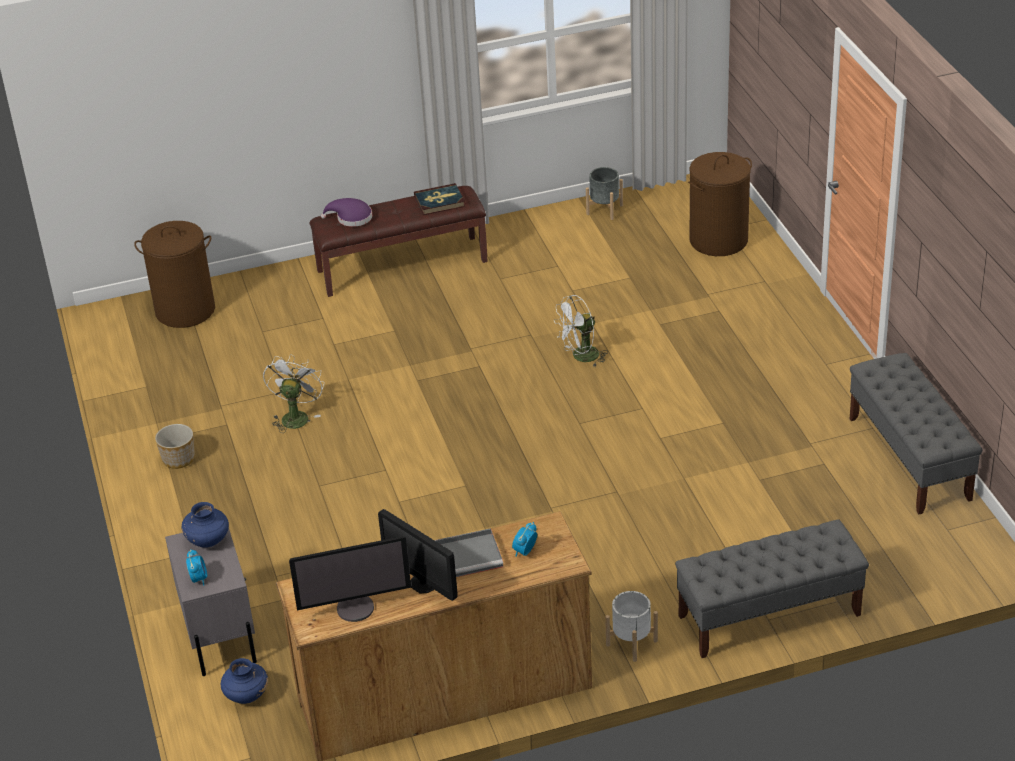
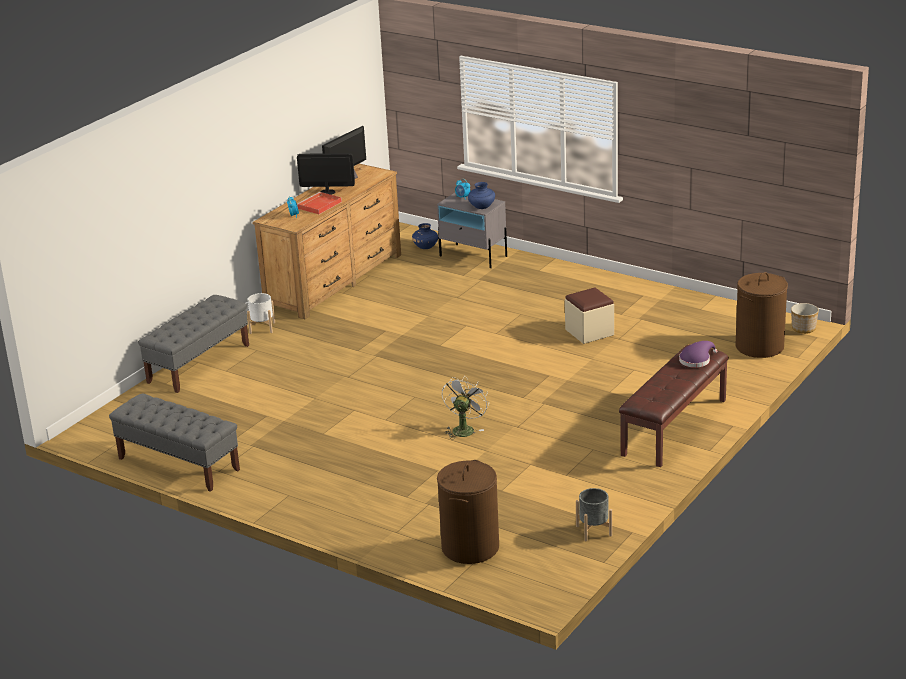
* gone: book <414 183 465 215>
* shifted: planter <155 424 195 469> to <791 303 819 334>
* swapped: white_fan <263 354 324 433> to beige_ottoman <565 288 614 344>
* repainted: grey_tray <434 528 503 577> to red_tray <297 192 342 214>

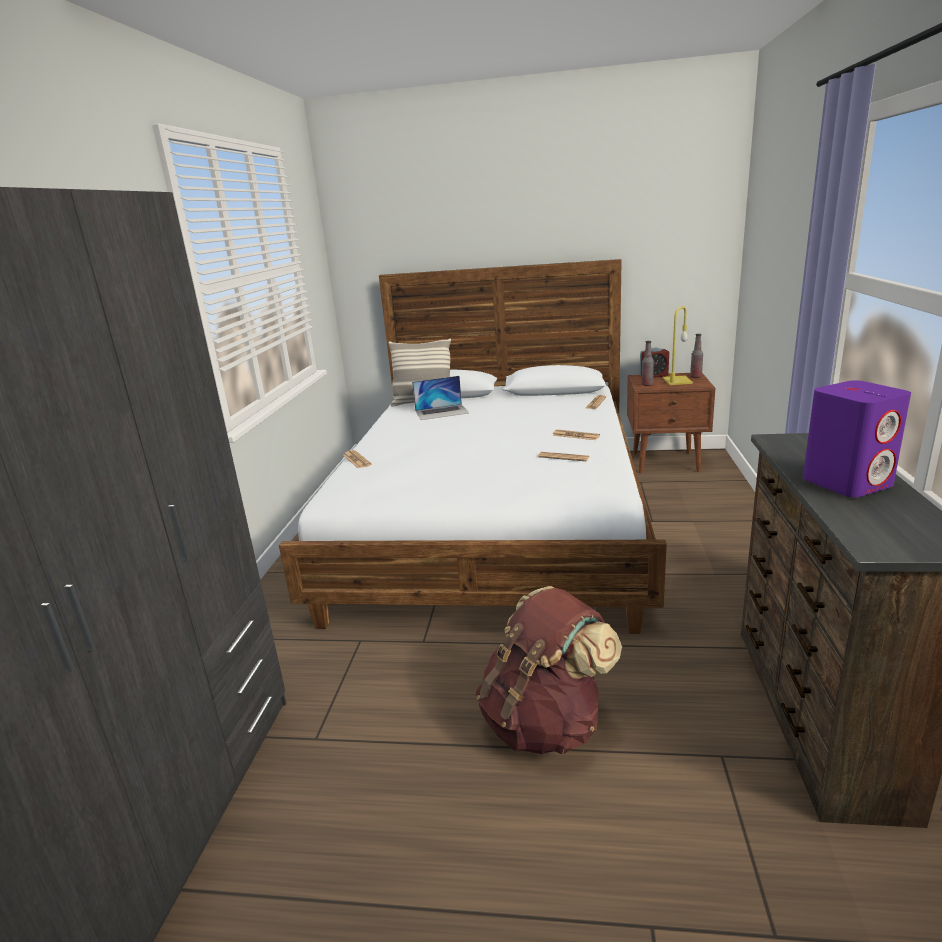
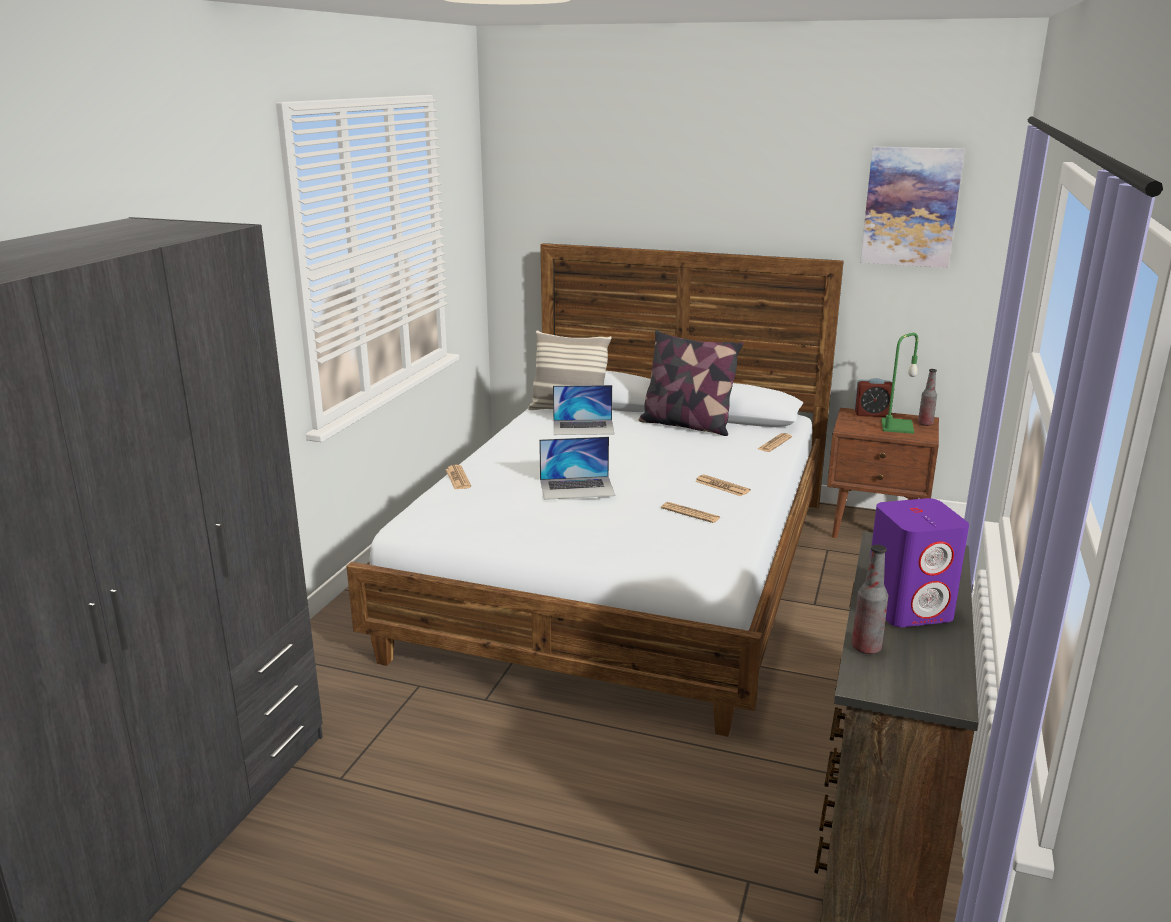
* gone: brown_backpack <475 586 622 754>
* new: laptop <539 437 615 500>
* new: pillow <639 330 743 436>
* new: picture <860 147 965 268>
* shifted: bottle <641 341 654 386> to <852 545 888 654>
* repainted: yellow_table_lamp <663 306 693 385> to green_table_lamp <881 333 918 434>

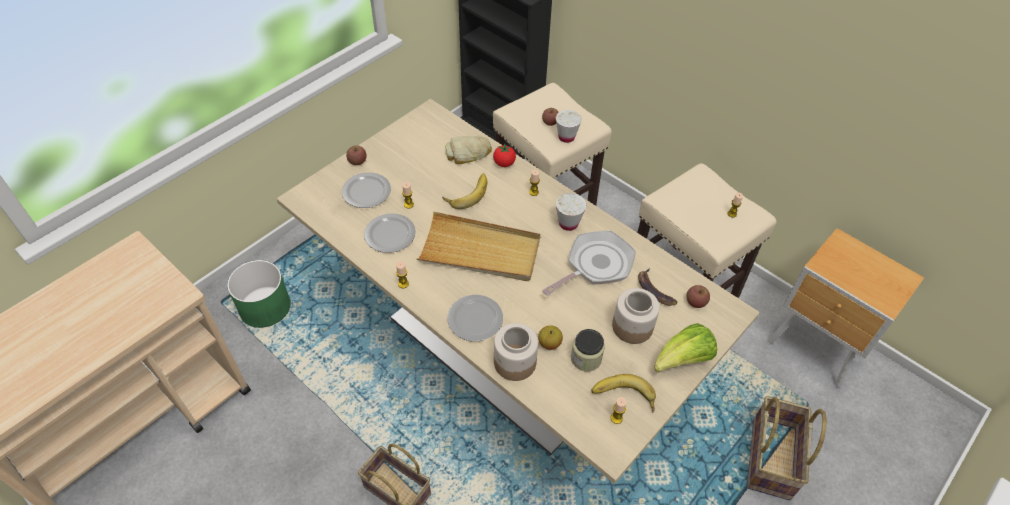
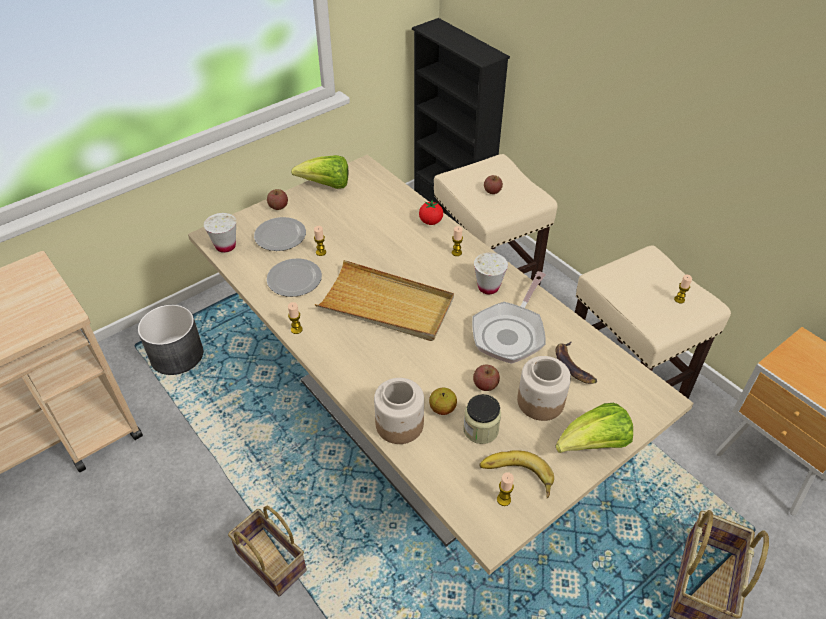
* gone: banana <442 173 487 209>
* gone: bread <445 136 492 164>
* gone: plate <447 295 503 341>
* new: lettuce <291 155 348 189>
* shifted: white_cup <556 110 582 143> to <204 213 236 253>
* shifted: apple <686 285 710 308> to <473 365 500 391>
* repainted: green_planter <227 260 291 328> to grey_planter <138 305 203 375>
* rotated: frying_pan <542 231 636 296> = <472 271 546 364> 150 degrees clockwise

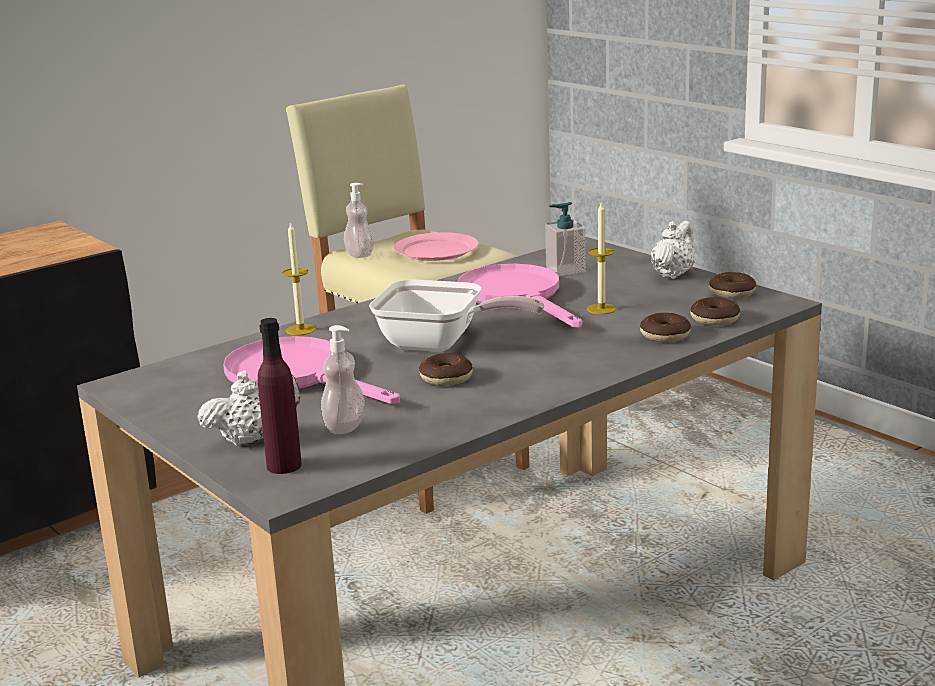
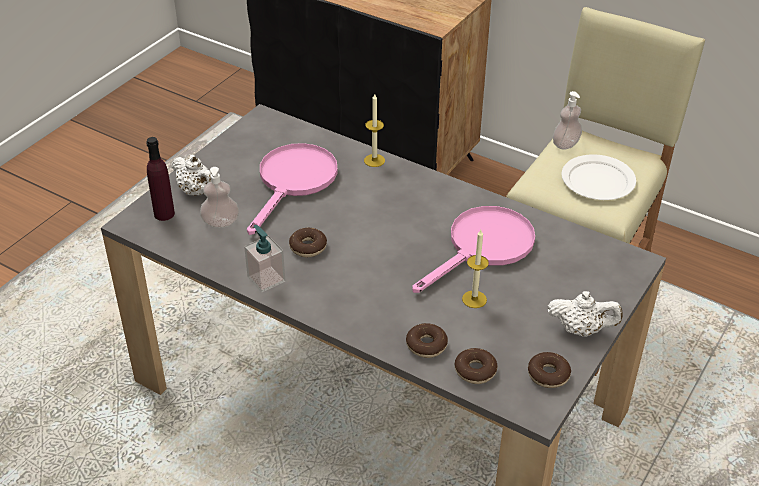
* gone: frying_pan <369 279 545 352>
* shifted: soap_dispenser <545 202 586 276> to <244 225 285 292>
* repainted: pink_plate <394 232 479 261> to white_plate <561 154 636 200>

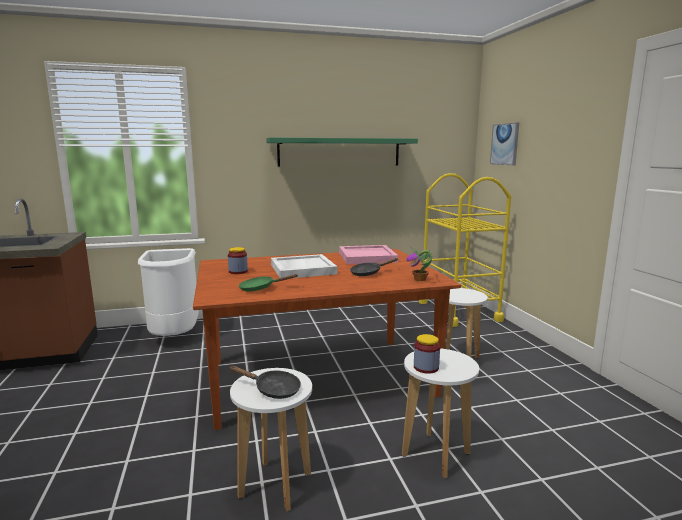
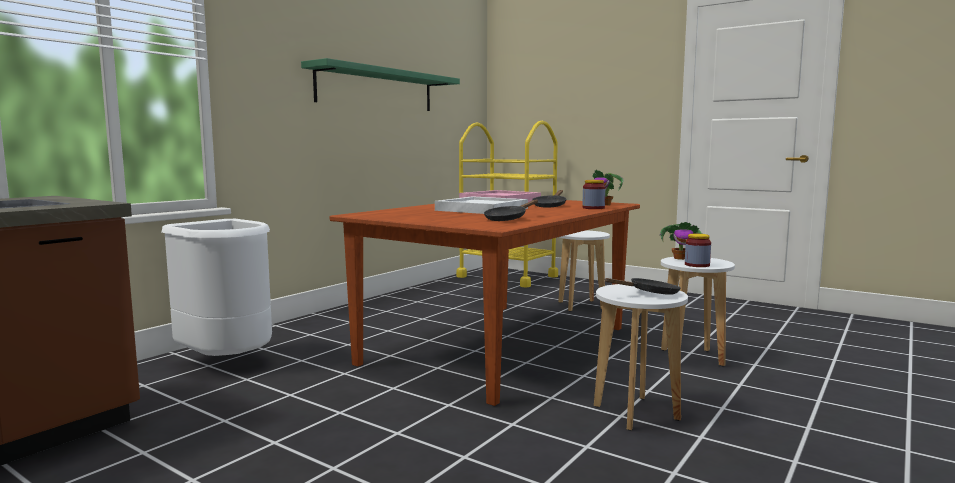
* gone: picture <490 122 519 165>
* new: potted_plant <660 222 702 260>
* shifted: jar <228 247 248 274> to <583 180 605 209>
* repainted: green_frying_pan <239 274 299 292> to black_frying_pan <484 200 538 221>

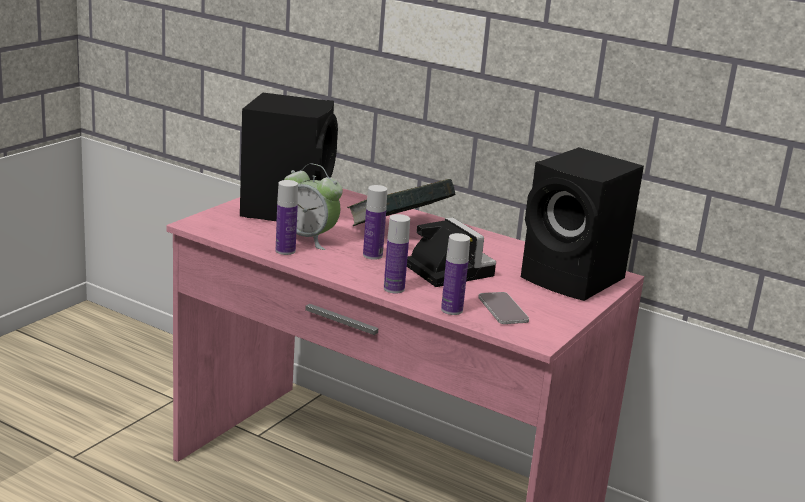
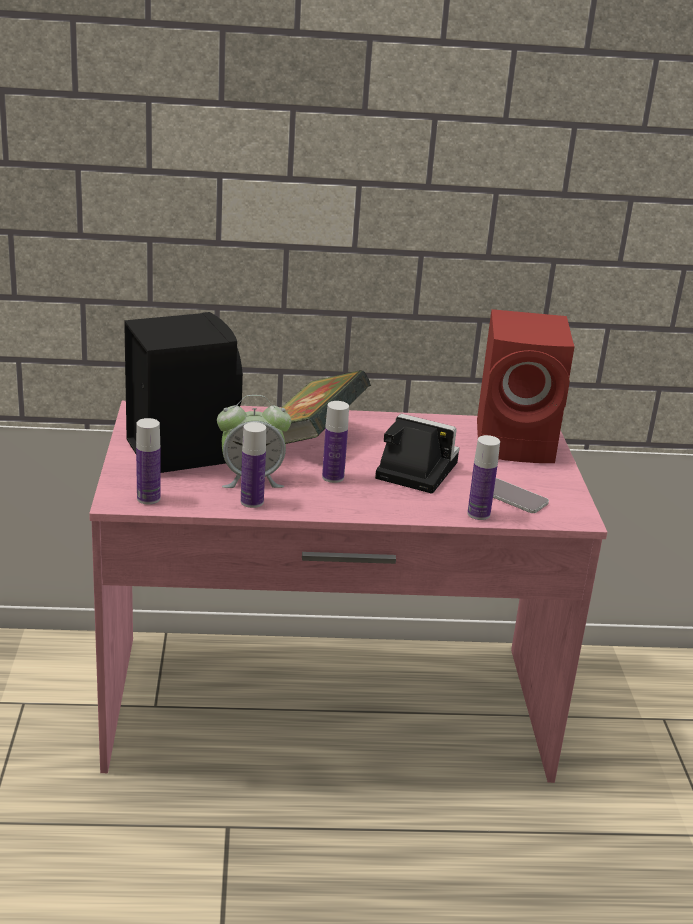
* shifted: bottle <384 214 410 294> to <136 418 161 504>
* repainted: black_speaker <521 147 644 301> to red_speaker <477 309 575 463>

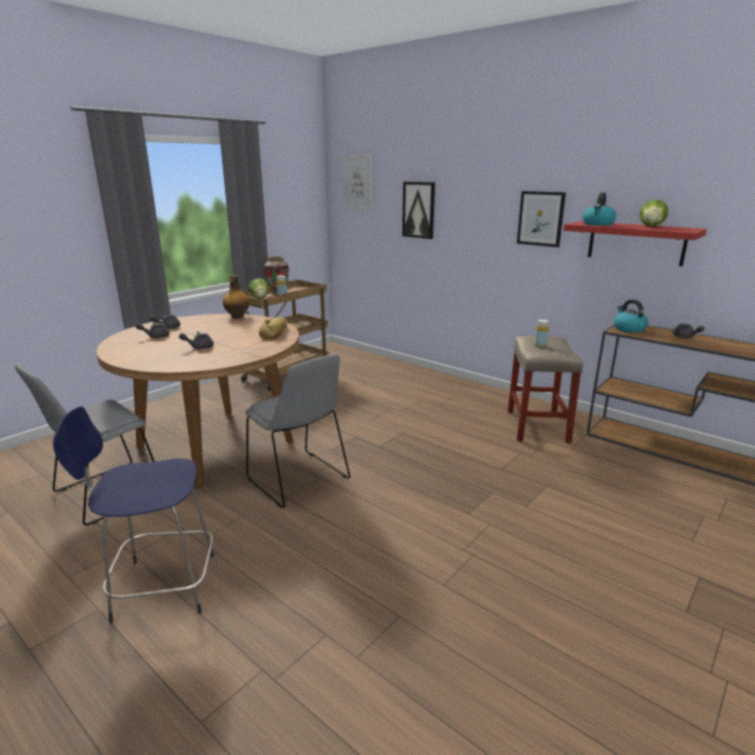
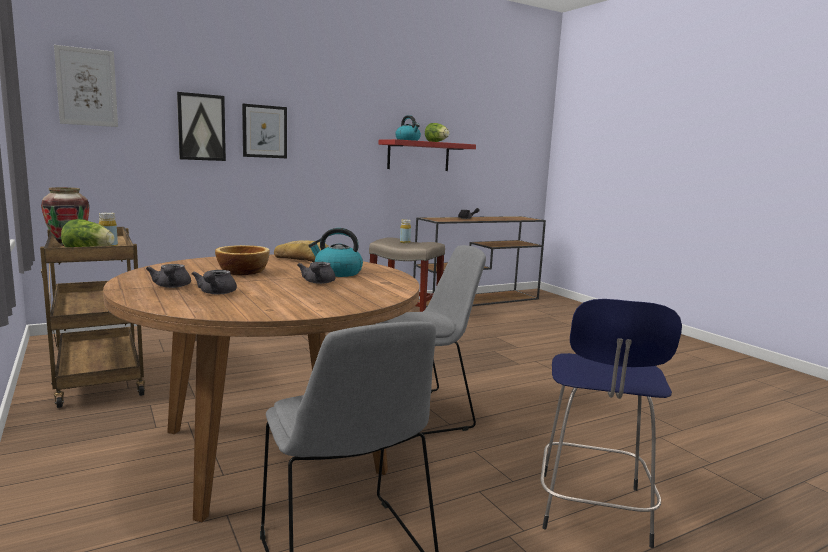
* gone: bottle <223 275 250 318>
* new: bowl <215 245 270 276>
* shifted: picture <517 191 566 247> to <242 104 287 158>
* shifted: kettle <614 299 648 333> to <308 228 363 277>

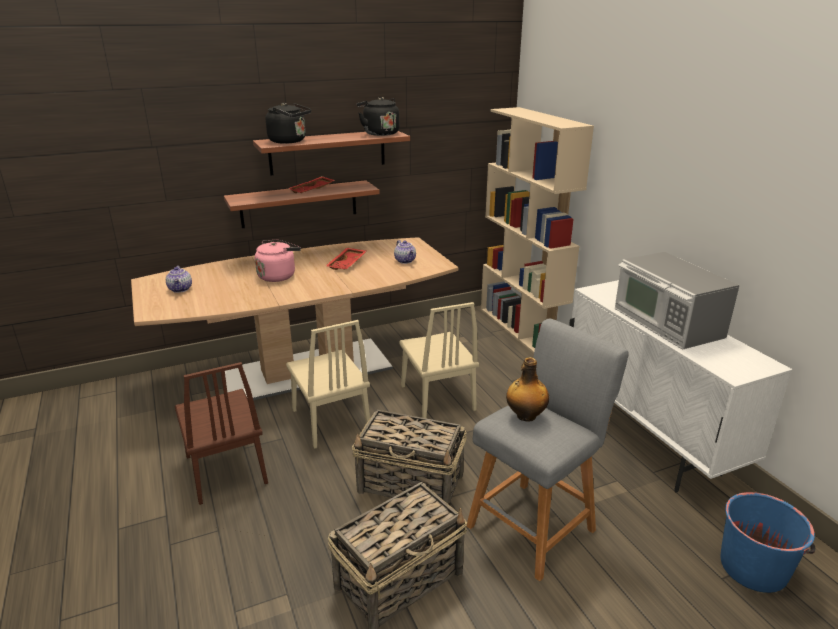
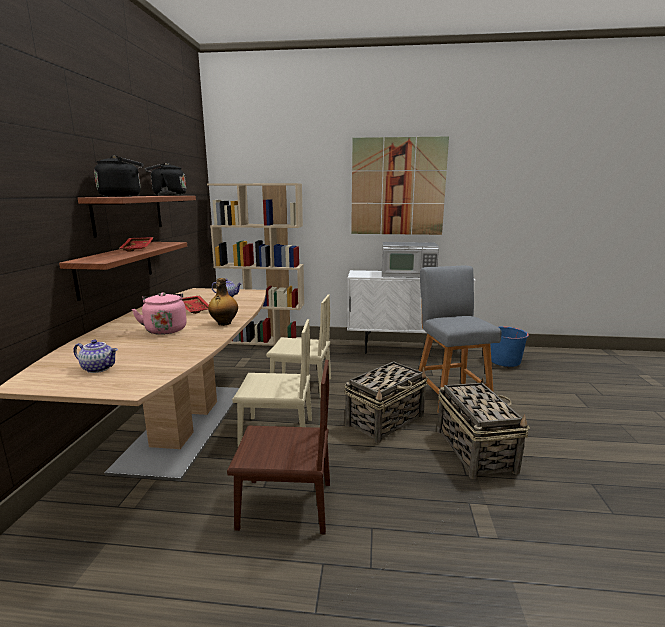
* new: picture <351 136 449 235>
* shifted: bottle <506 357 549 422> to <208 278 238 326>

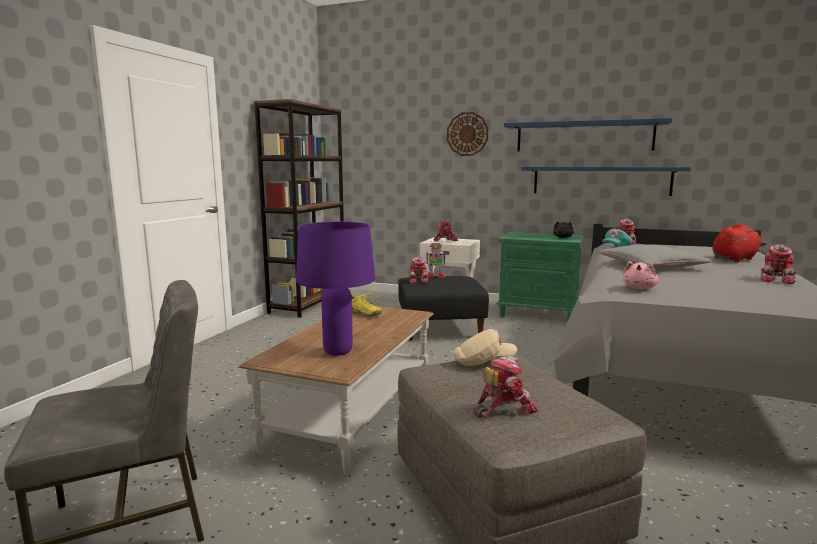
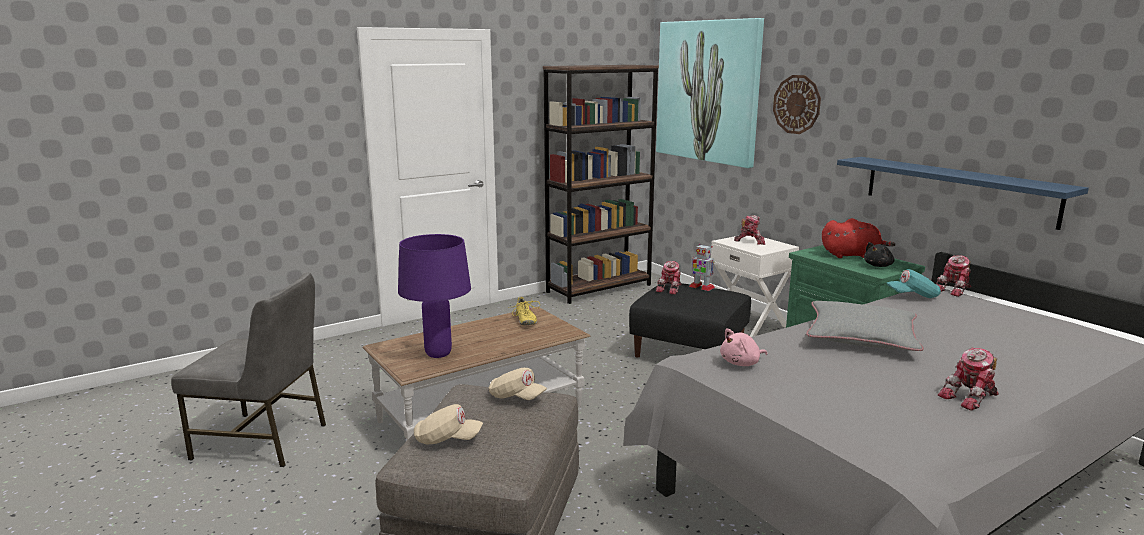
* gone: blue_shelf <504 118 672 152>
* new: picture <656 18 764 168>
* shifted: red_plush_toy <712 223 766 262> to <822 218 896 258>
* swapped: toy_robot <473 355 539 418> to beige_cap <414 404 483 444>

